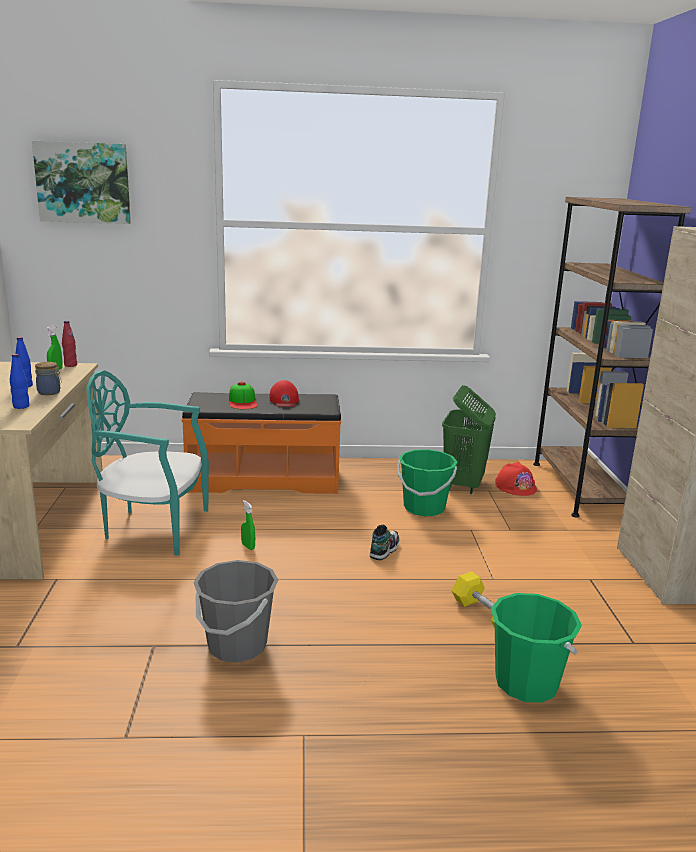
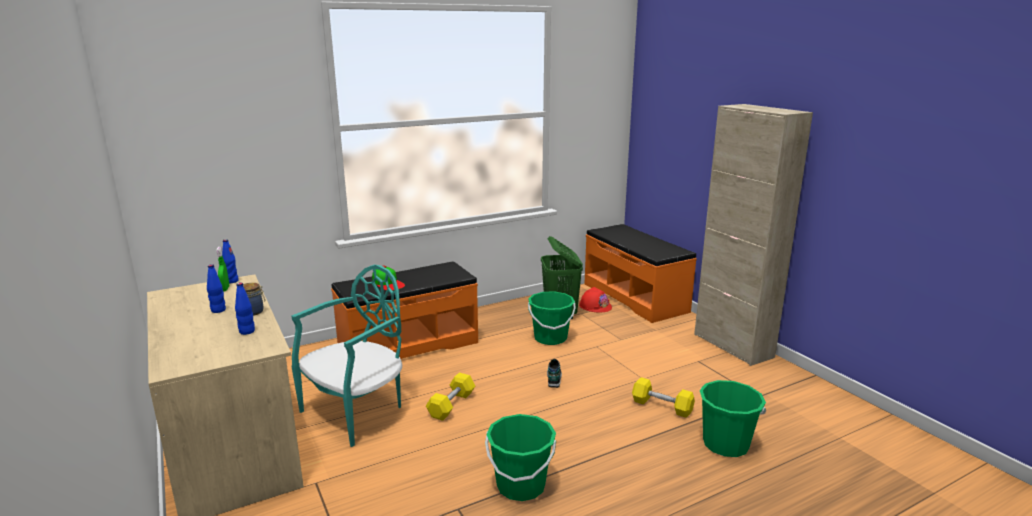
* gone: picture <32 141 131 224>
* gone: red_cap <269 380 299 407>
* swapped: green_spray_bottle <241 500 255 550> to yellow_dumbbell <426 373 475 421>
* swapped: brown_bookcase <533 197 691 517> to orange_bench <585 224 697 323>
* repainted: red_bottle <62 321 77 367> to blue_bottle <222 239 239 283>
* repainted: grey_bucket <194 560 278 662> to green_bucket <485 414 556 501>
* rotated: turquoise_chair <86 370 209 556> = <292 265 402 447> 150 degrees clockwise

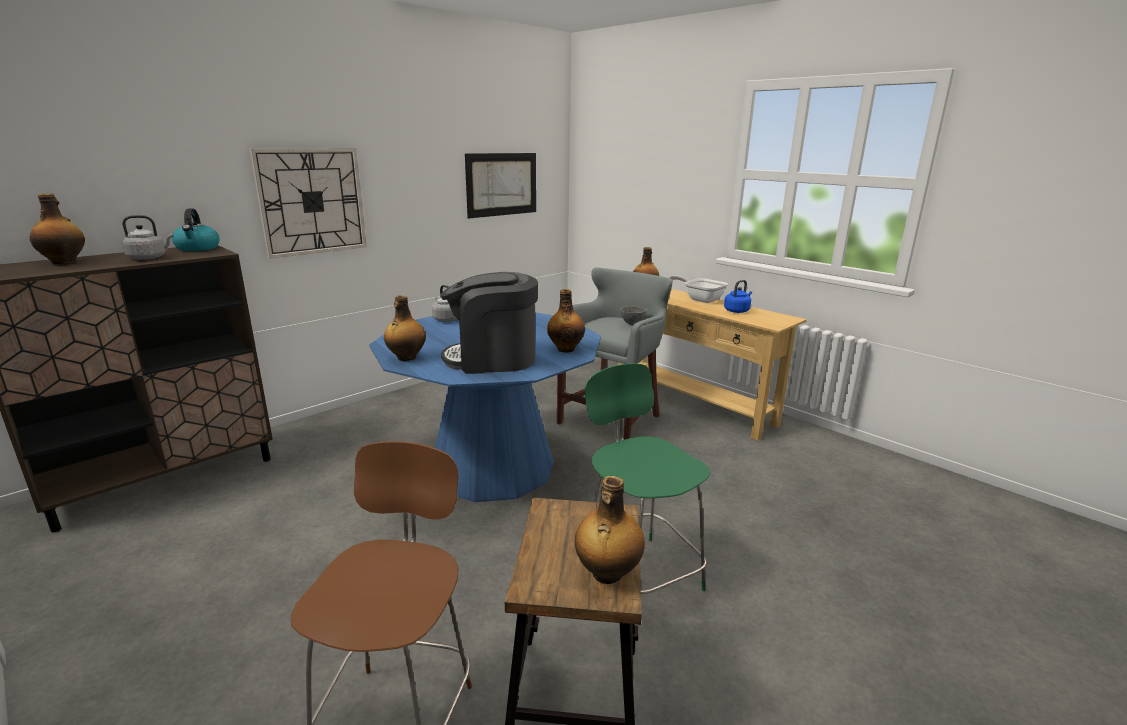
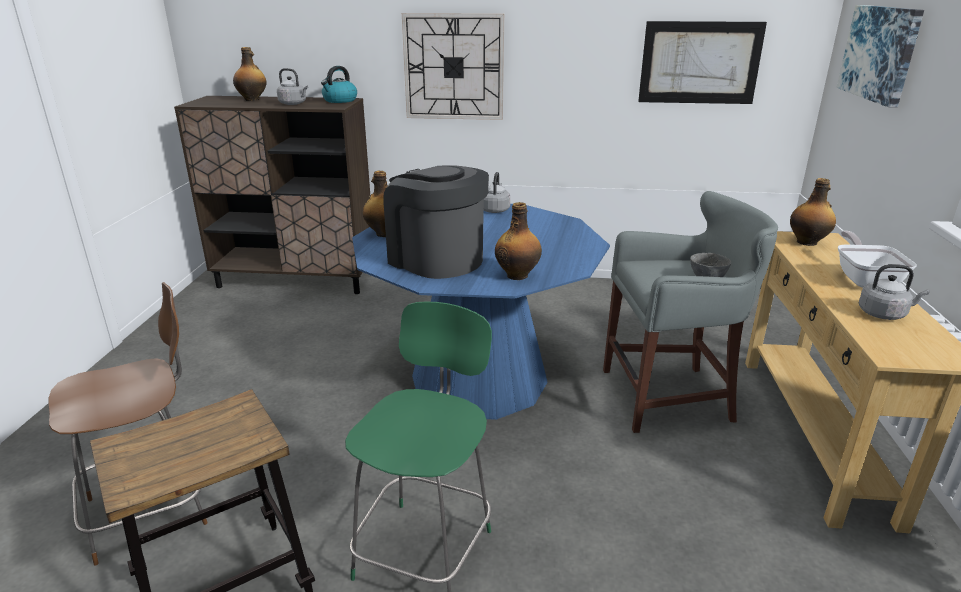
* gone: bottle <575 476 645 584>
* new: picture <837 5 924 108>
* repainted: blue_kettle <724 280 752 313> to grey_kettle <859 264 930 320>

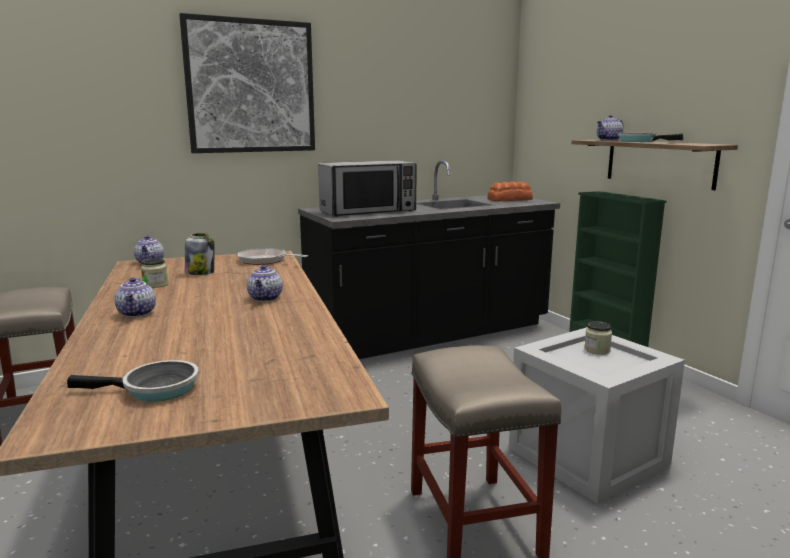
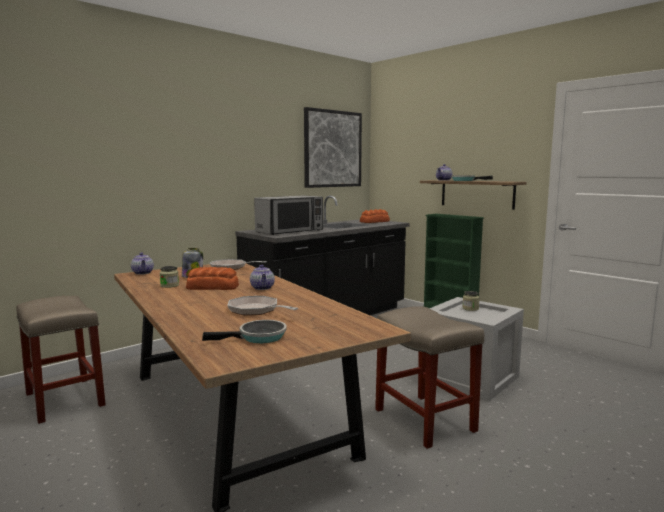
* gone: teapot <114 278 156 317>
* new: bread <186 267 239 290>
* new: frying_pan <228 296 298 315>
* shifted: picture <179 13 315 153> to <304 107 362 188>

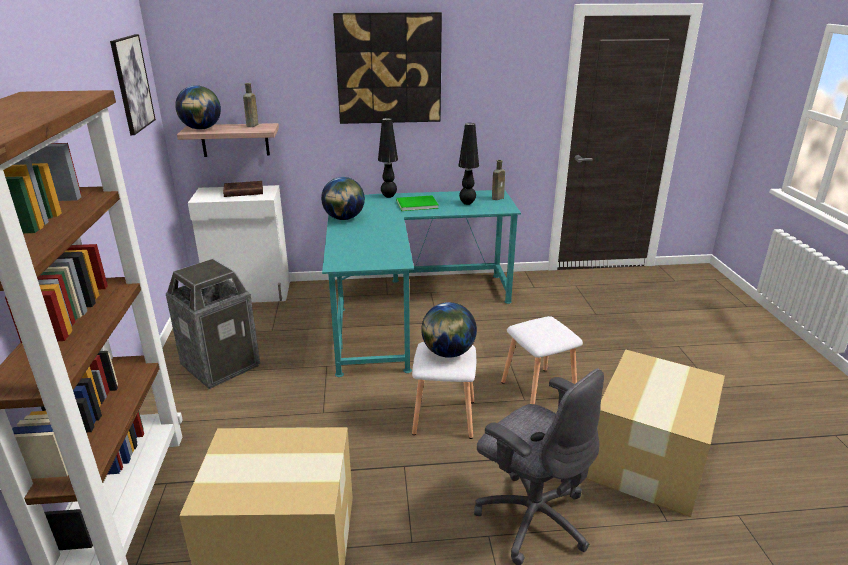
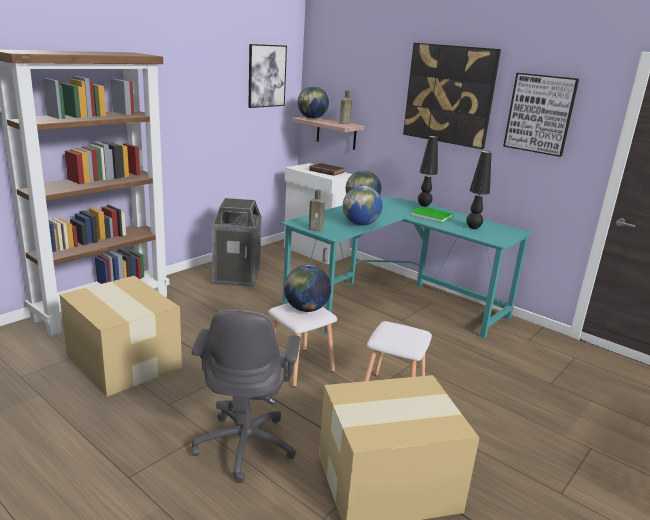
* new: globe <343 186 382 226>
* new: picture <503 73 579 157>
* shifted: brown_bottle <492 160 505 200> to <308 189 325 231>

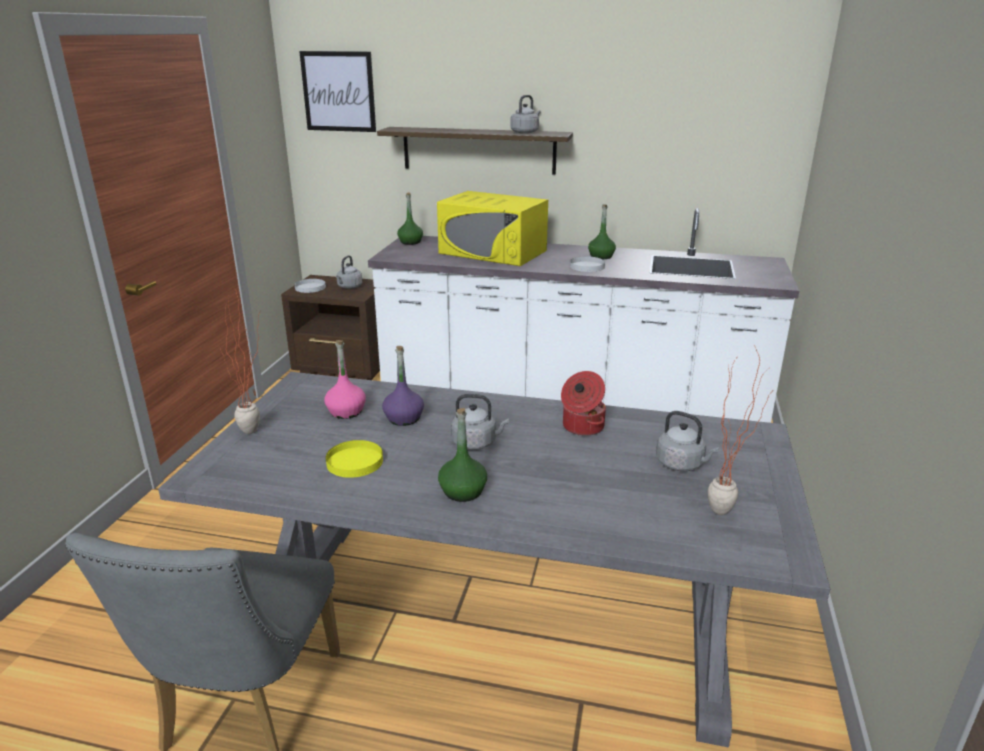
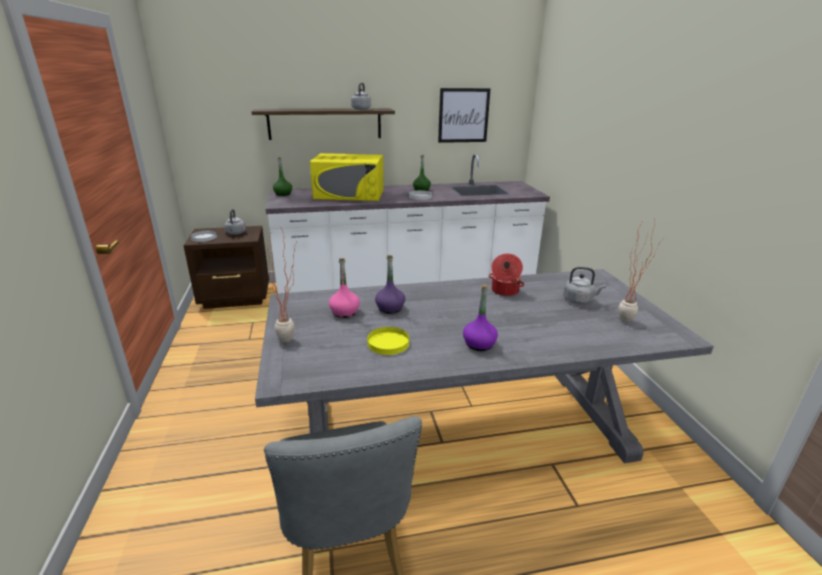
* gone: grey_kettle <451 394 509 450>
* shifted: picture <299 51 376 132> to <438 88 491 143>
* repainted: green_bottle <438 408 487 502> to purple_bottle <463 284 498 351>

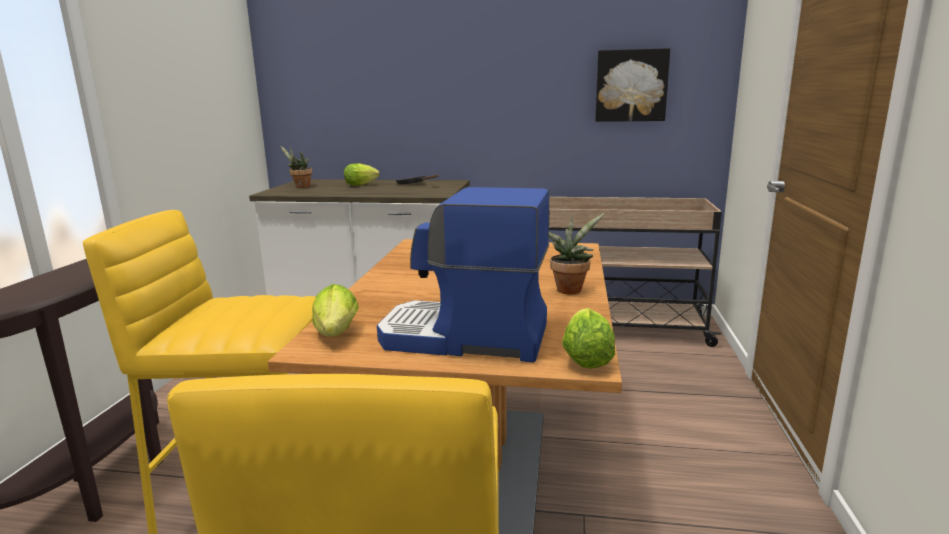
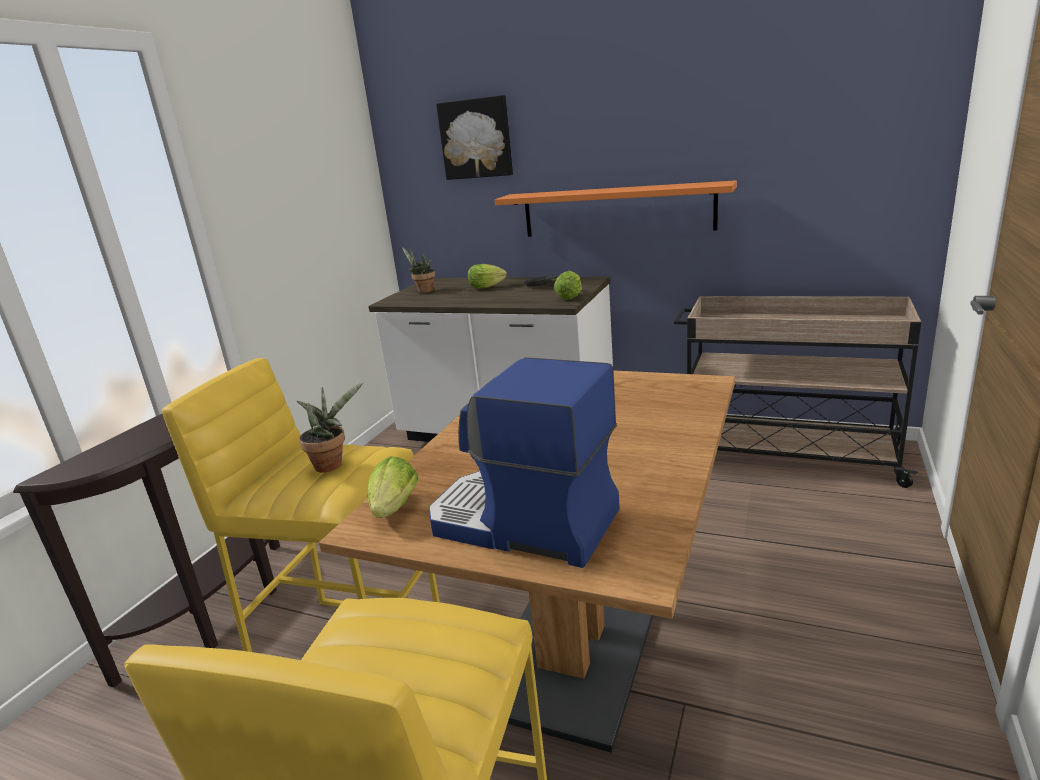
* new: orange_shelf <495 180 737 237>
* shifted: potted_plant <549 213 604 294> to <297 382 363 472>
* shifted: lettuce <562 308 615 369> to <554 271 582 300>
* shifted: picture <595 48 670 122> to <436 95 513 180>

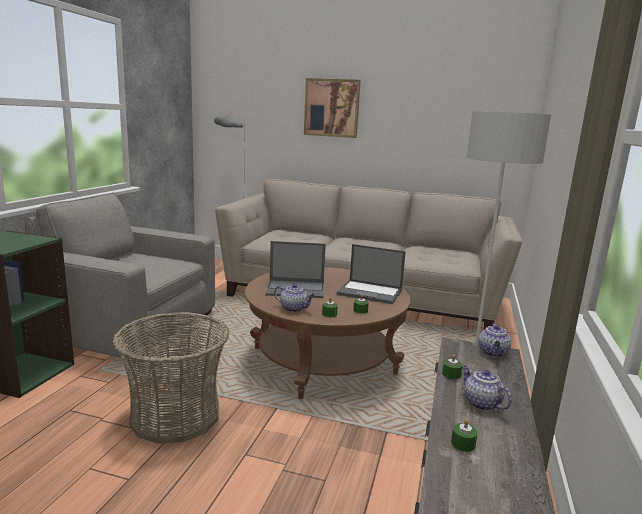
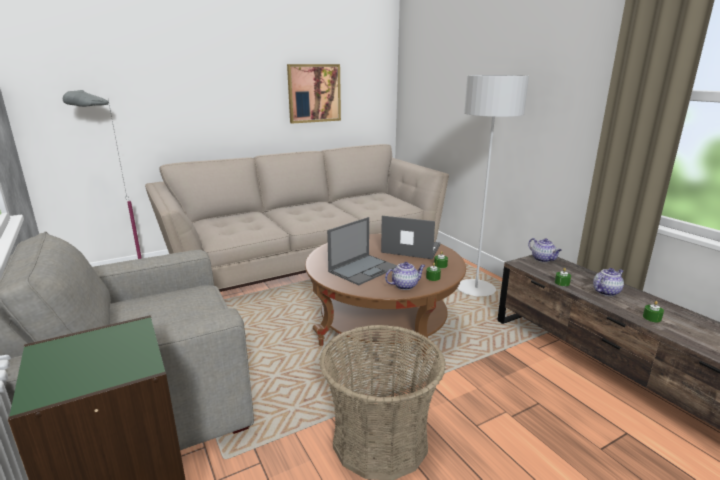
* shifted: picture <304 78 361 138> to <287 64 341 124>
* rotated: laptop <337 244 406 304> = <381 216 440 259> 135 degrees counterclockwise
* rotated: teapot <462 366 512 411> = <593 268 624 296> 135 degrees clockwise

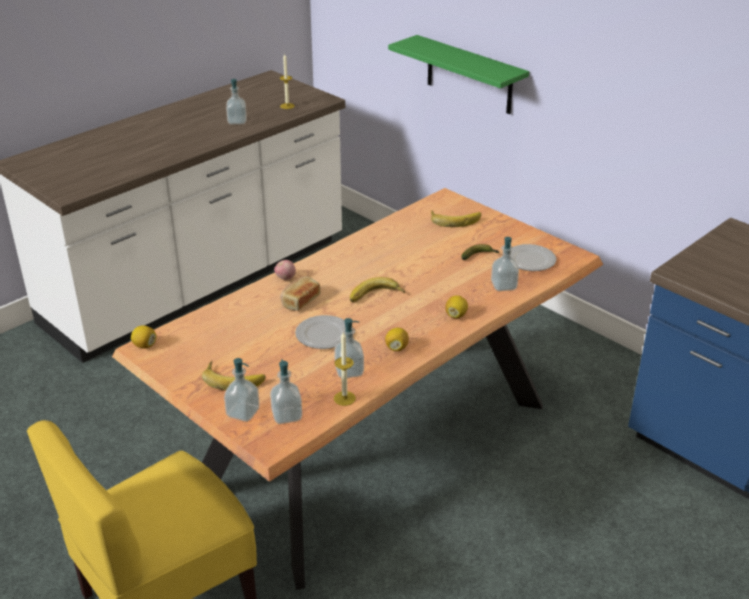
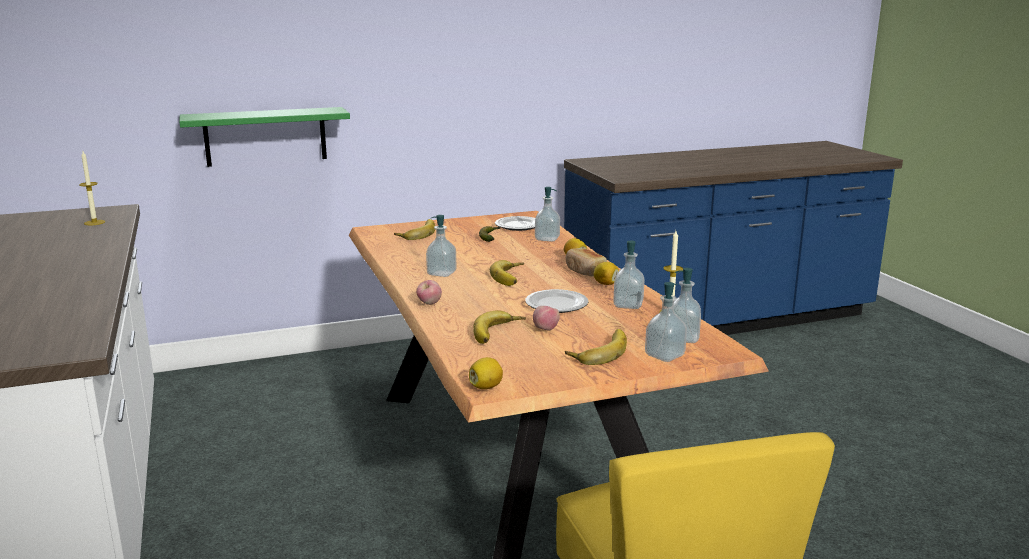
* new: banana <473 310 526 344>
* new: apple <533 306 560 330>
* shifted: soap_dispenser <226 79 247 125> to <426 215 457 277>
* shifted: bread <280 276 321 311> to <566 248 607 277>

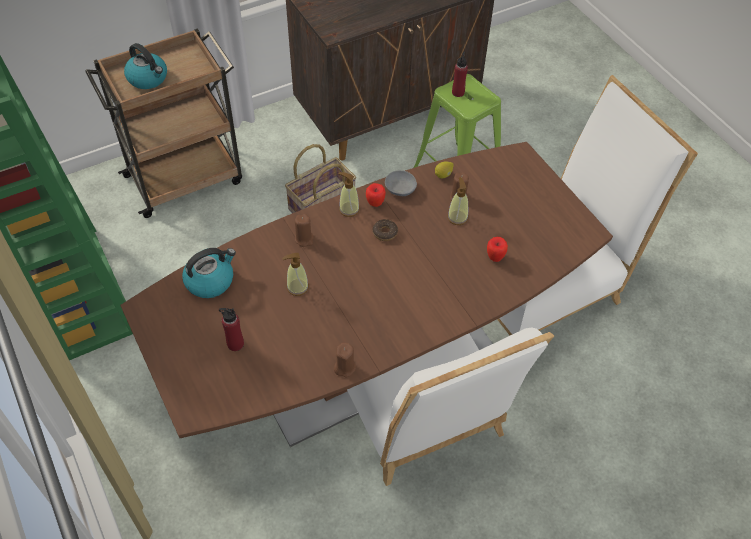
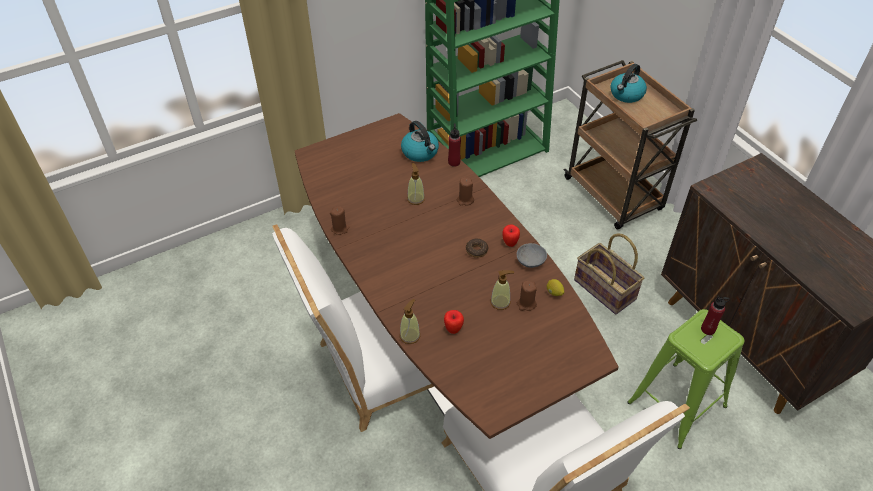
* shifted: red_bottle <219 308 244 351> to <448 124 461 167>
* shifted: soap_dispenser <339 172 360 217> to <400 299 420 344>

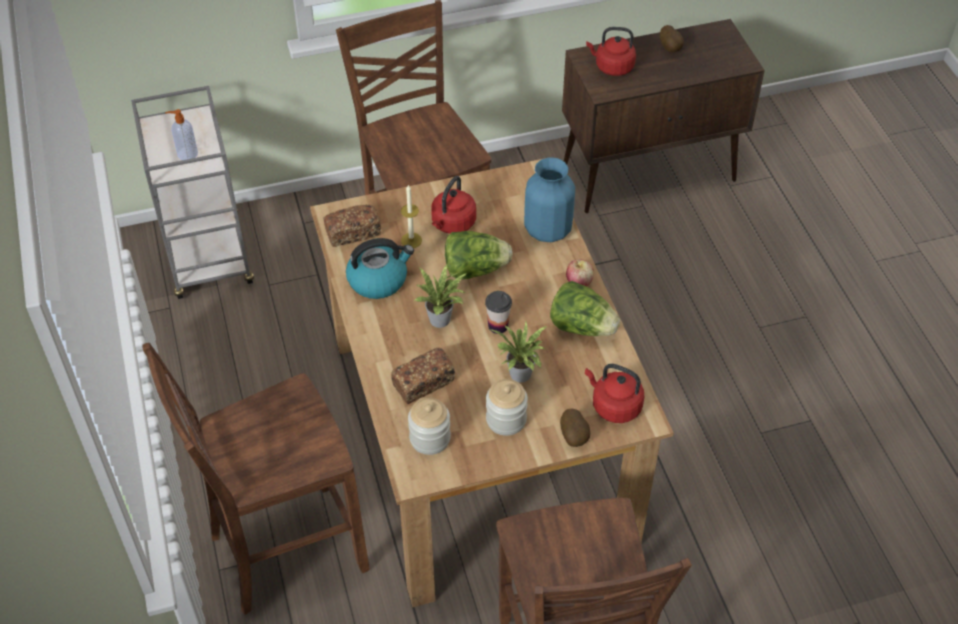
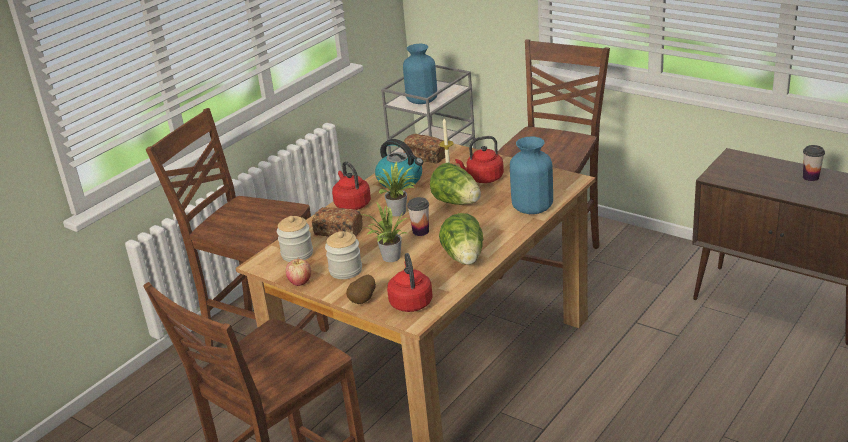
* shifted: apple <566 259 594 286> to <286 258 311 286>
* shifted: red_kettle <586 27 636 76> to <332 161 371 210>
* swapped: soap_dispenser <165 109 198 160> to blue_vase <403 44 437 104>
* swapped: potato <660 25 684 52> to cup <803 145 825 181>

